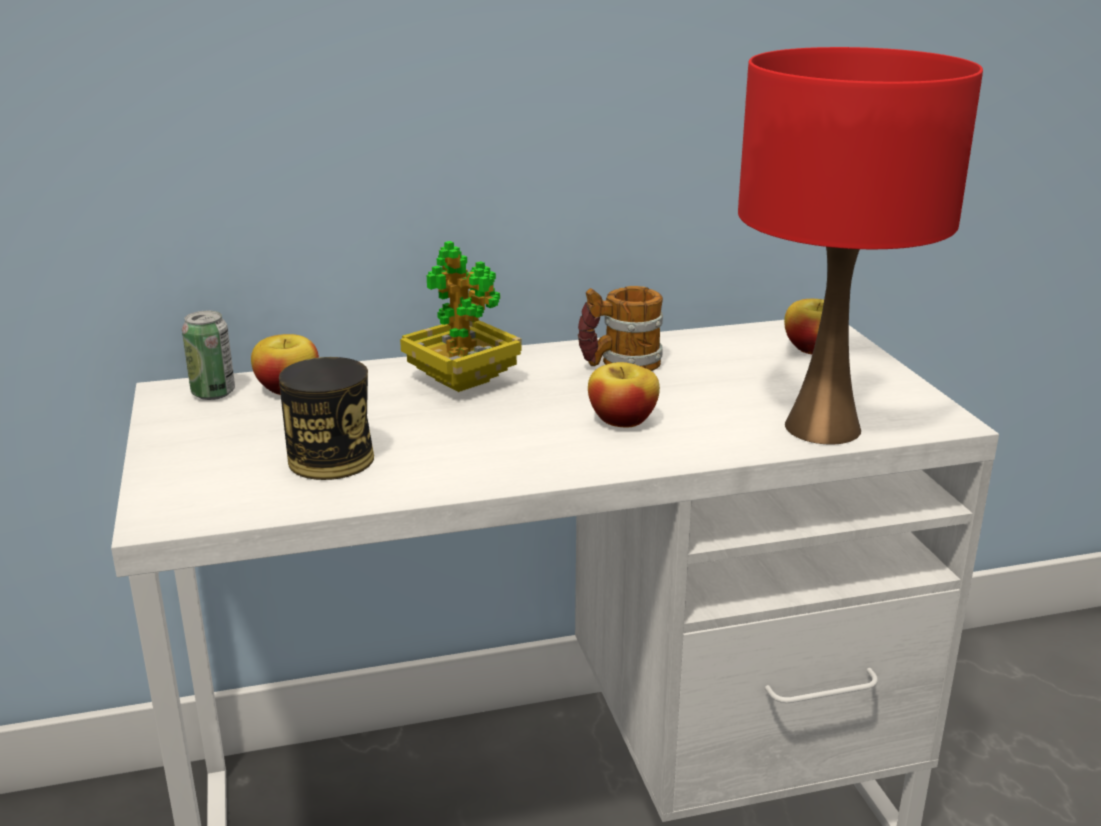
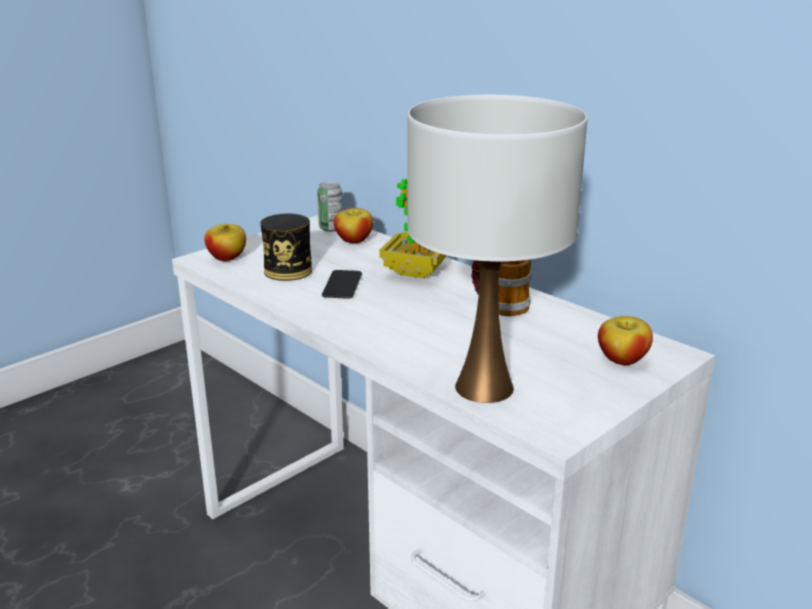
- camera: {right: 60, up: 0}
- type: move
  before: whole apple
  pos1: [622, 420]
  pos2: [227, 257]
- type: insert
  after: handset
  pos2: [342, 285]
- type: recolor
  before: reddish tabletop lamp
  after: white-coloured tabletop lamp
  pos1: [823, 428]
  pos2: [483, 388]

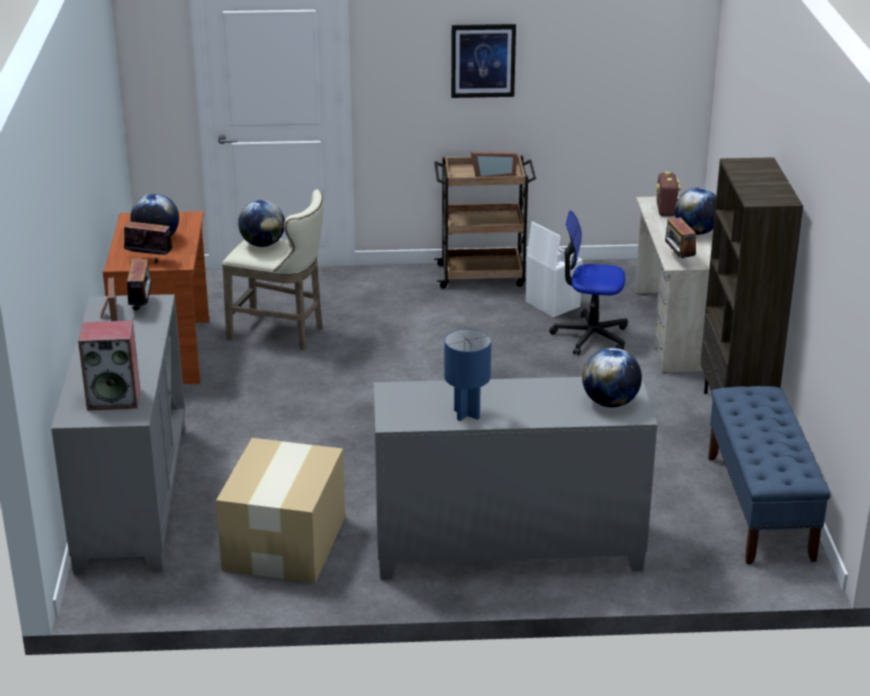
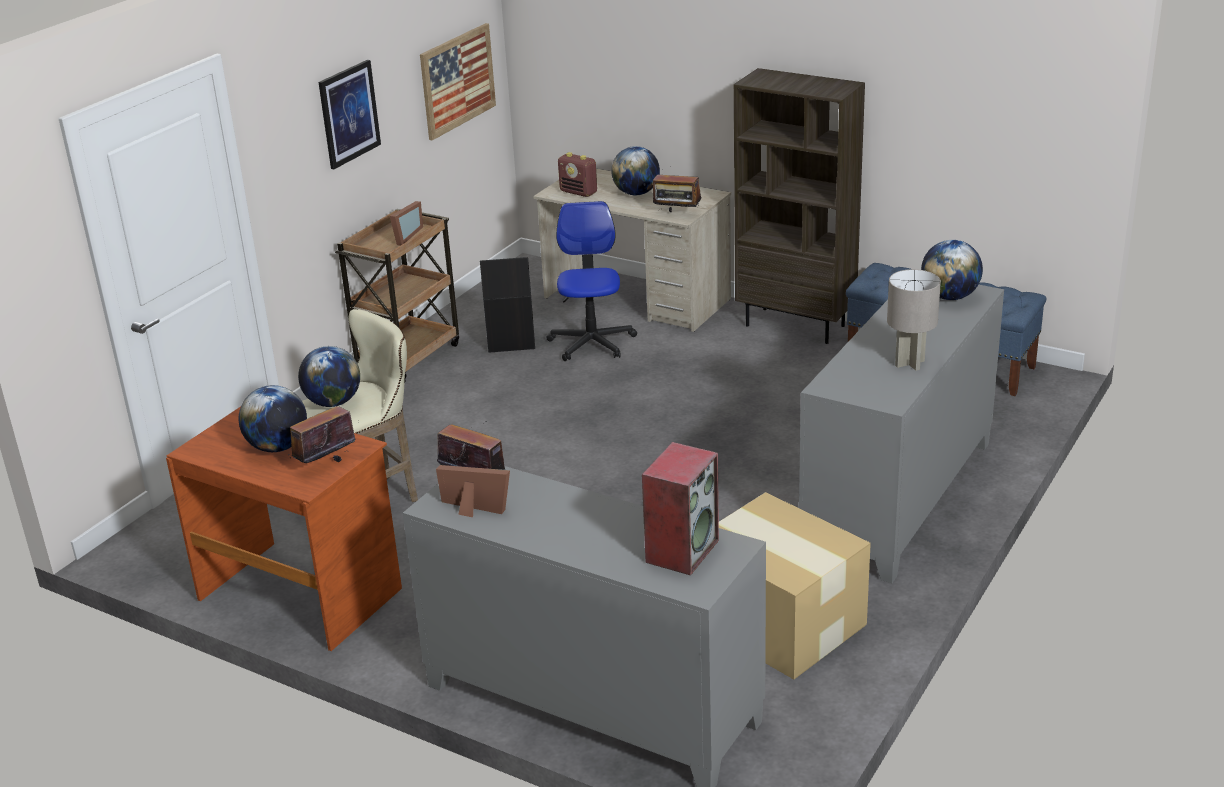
- camera: {right: -55, up: 0}
- type: insert
  after: wall art
  pos2: [457, 80]
- type: recolor
  before: white-coloured storage box
  after: black-coloured storage box
  pos1: [551, 304]
  pos2: [510, 342]
- type: rotate
  before: computer chair
  pos1: [590, 336]
  pos2: [592, 343]
  turn: 135
- type: recolor
  before: blue-coloured tabletop lamp
  after: greyish tabletop lamp
  pos1: [466, 414]
  pos2: [909, 363]

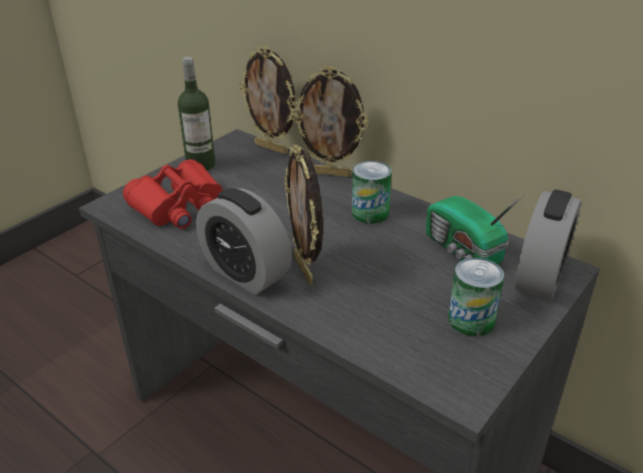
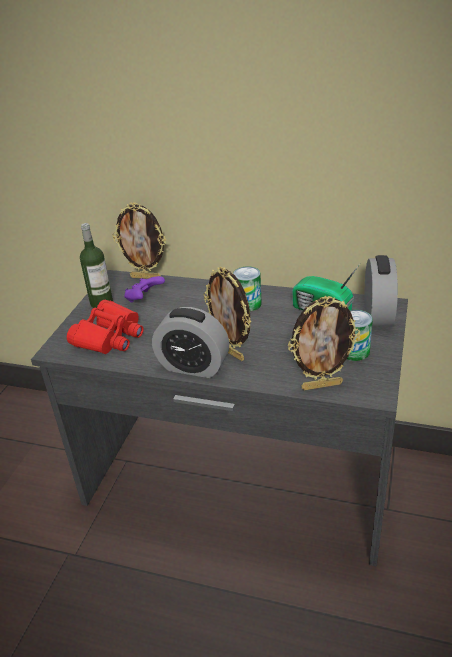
- camera: {right: -20, up: 0}
- type: insert
  after: purplish game controller
  pos2: [144, 299]
- type: move
  before: picture frame
  pos1: [330, 173]
  pos2: [321, 385]

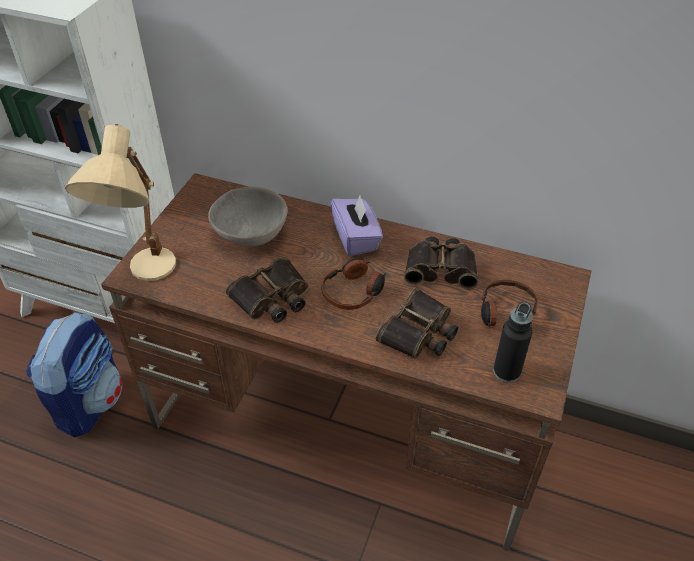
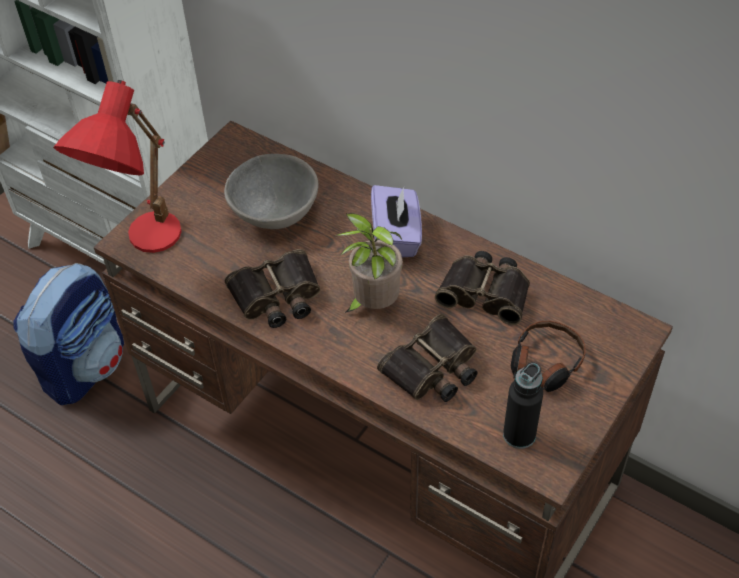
- camera: {right: 15, up: 5}
- type: recolor
  before: beige tabletop lamp
  after: reddish tabletop lamp
  pos1: [145, 276]
  pos2: [142, 246]
- type: replace
  before: headset
  after: plant in a pot
  pos1: [354, 291]
  pos2: [373, 304]

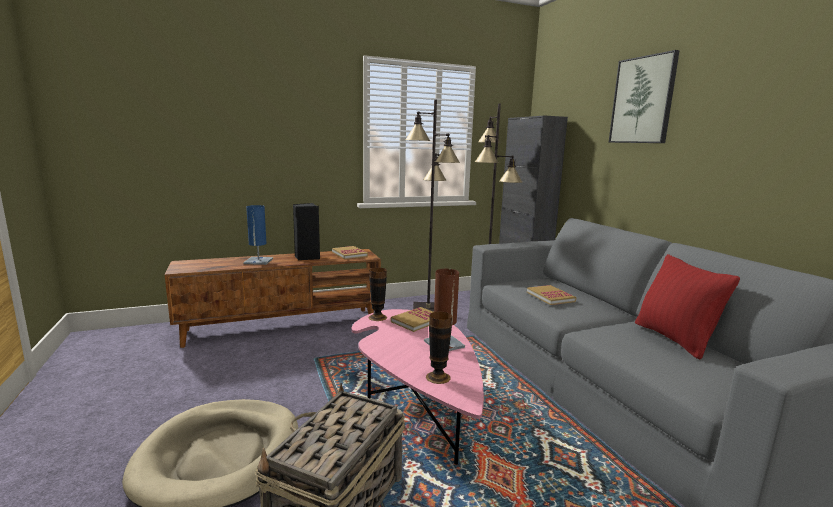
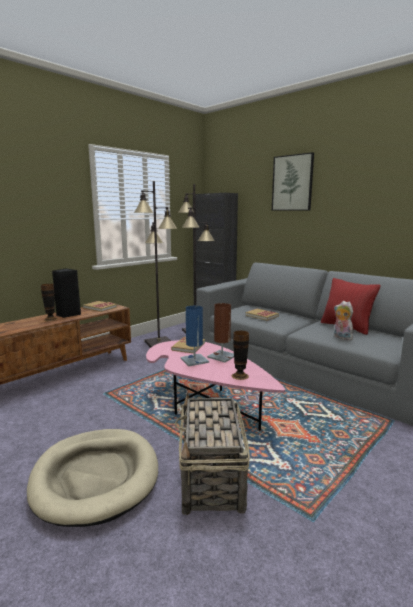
- camera: {right: -25, up: 0}
- type: move
  before: vase
  pos1: [377, 317]
  pos2: [50, 319]
- type: move
  before: blue-coloured tabletop lamp
  pos1: [258, 261]
  pos2: [194, 360]
- type: insert
  after: cuddly toy
  pos2: [341, 337]

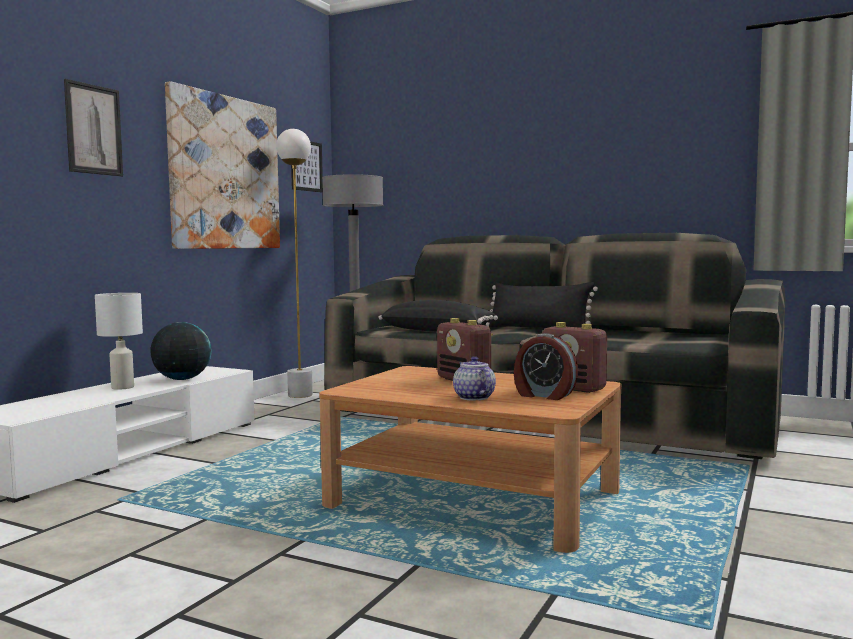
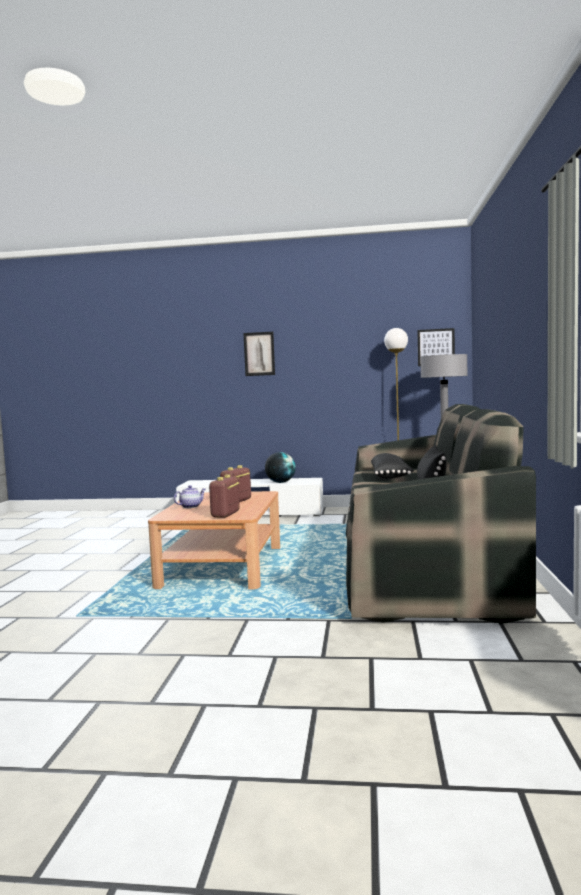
- camera: {right: 70, up: 0}
- type: delete
  before: white-coloured tabletop lamp
  pos1: [122, 387]
- type: delete
  before: wall art
  pos1: [225, 173]
- type: delete
  before: table clock
  pos1: [544, 395]

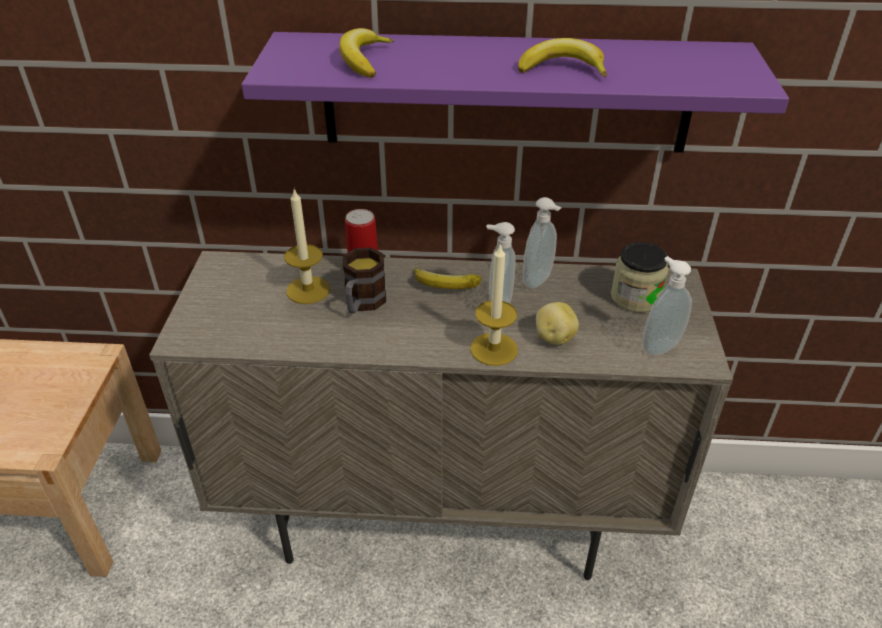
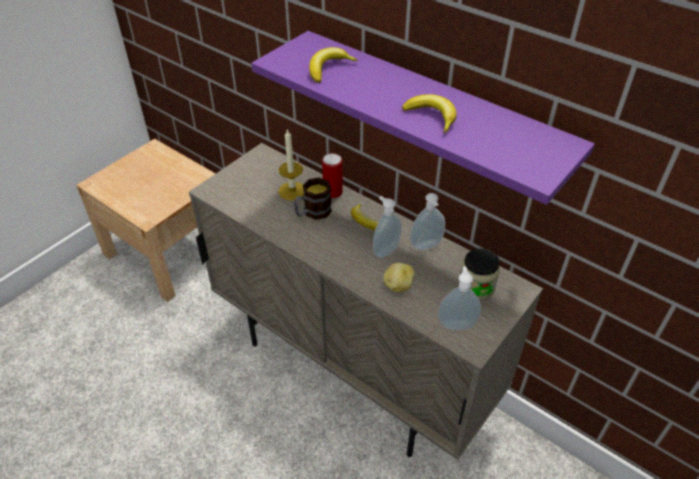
- camera: {right: 35, up: 5}
- type: delete
  before: wax candle
  pos1: [494, 349]

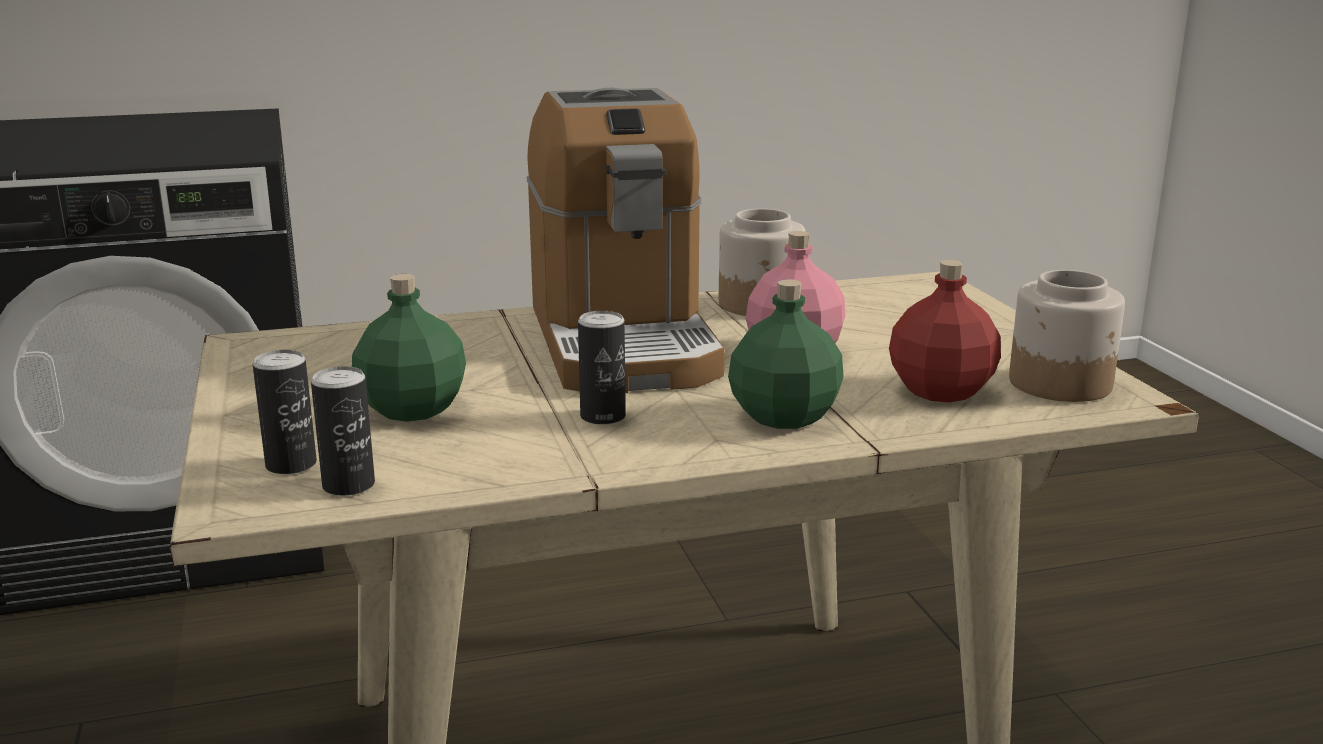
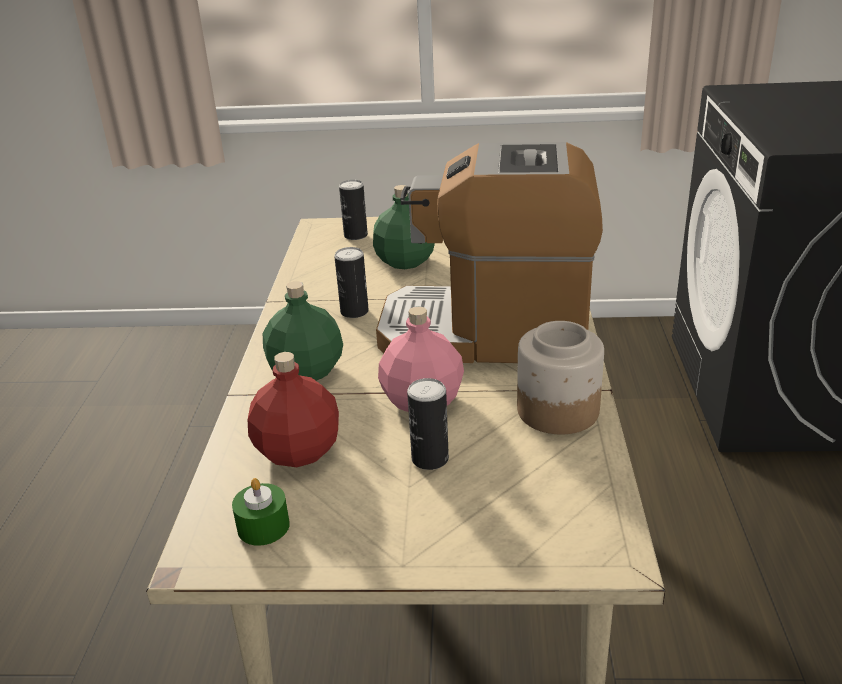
- camera: {right: 110, up: 10}
- type: replace
  before: storage jar
  after: greenish wax candle
  pos1: [1061, 384]
  pos2: [263, 526]
- type: move
  before: can
  pos1: [348, 485]
  pos2: [430, 459]

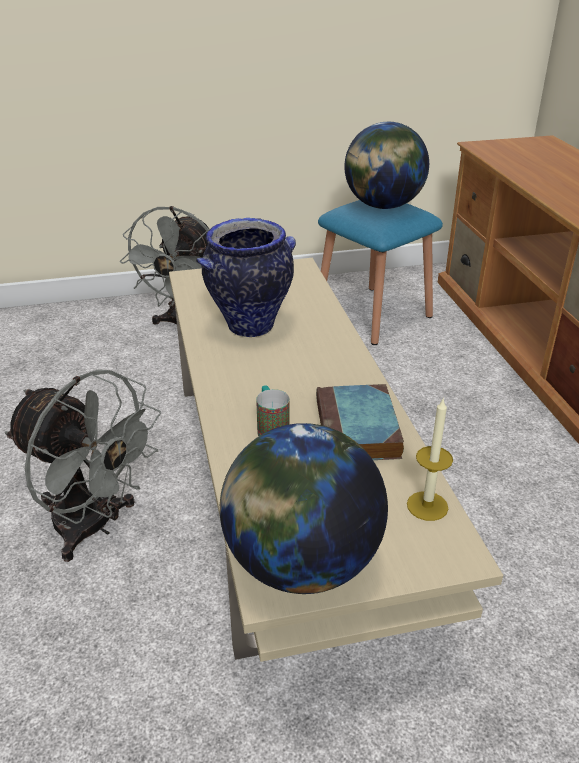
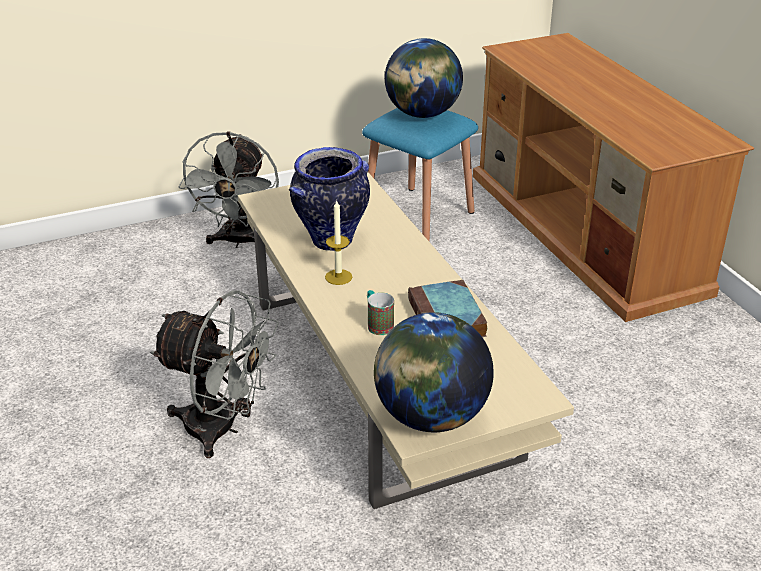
- camera: {right: -10, up: 0}
- type: move
  before: wax candle
  pos1: [427, 506]
  pos2: [338, 277]

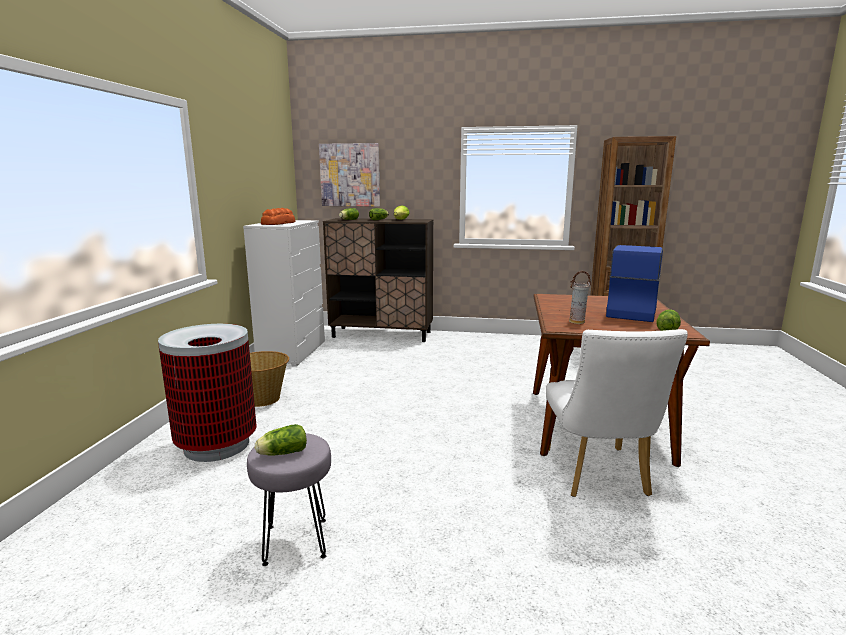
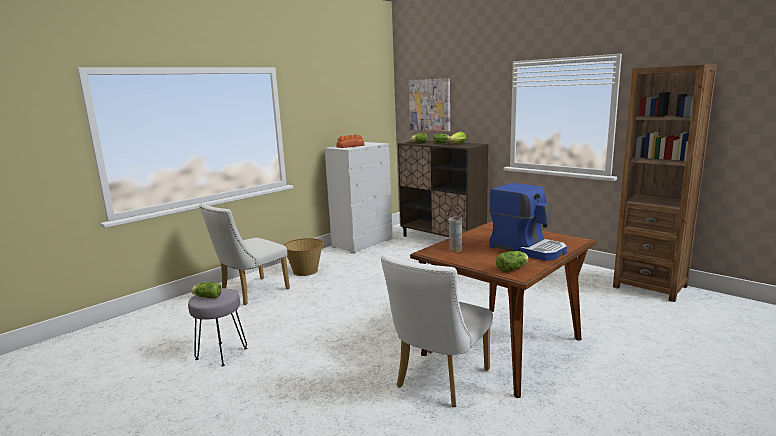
- camera: {right: 35, up: 0}
- type: replace
  before: rubbish bin
  after: white-coloured plain chair
  pos1: [216, 445]
  pos2: [250, 293]
- type: rotate
  before: coffee machine
  pos1: [631, 311]
  pos2: [528, 248]
  turn: 75

